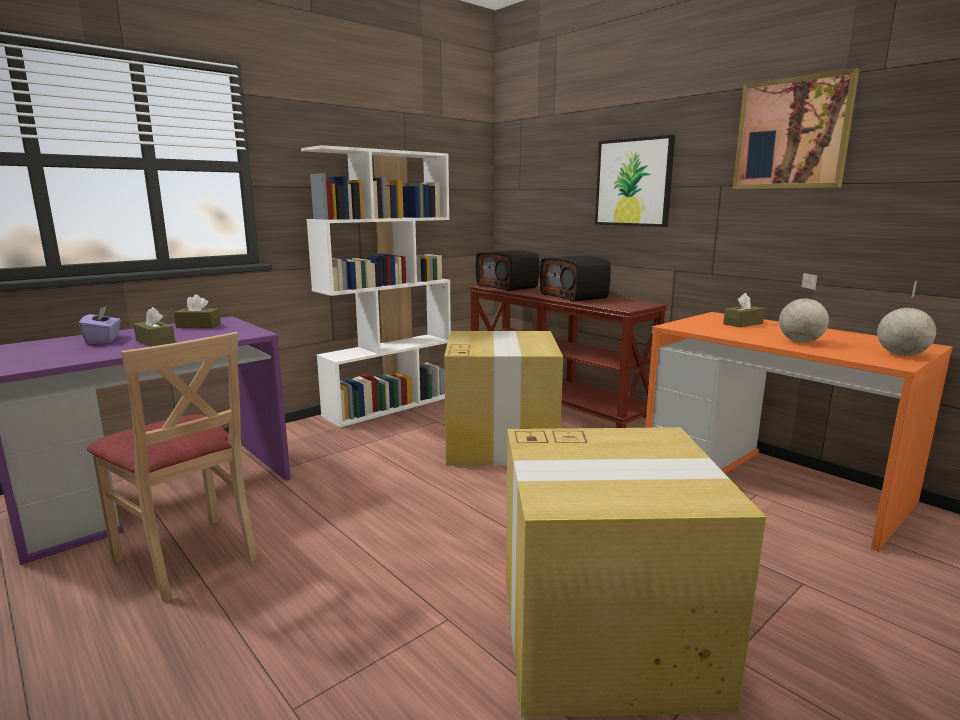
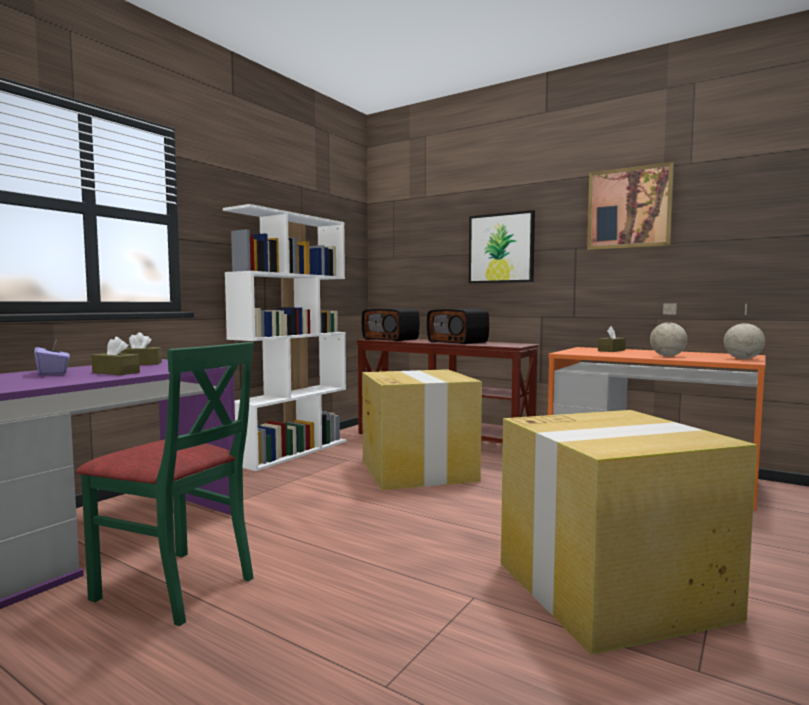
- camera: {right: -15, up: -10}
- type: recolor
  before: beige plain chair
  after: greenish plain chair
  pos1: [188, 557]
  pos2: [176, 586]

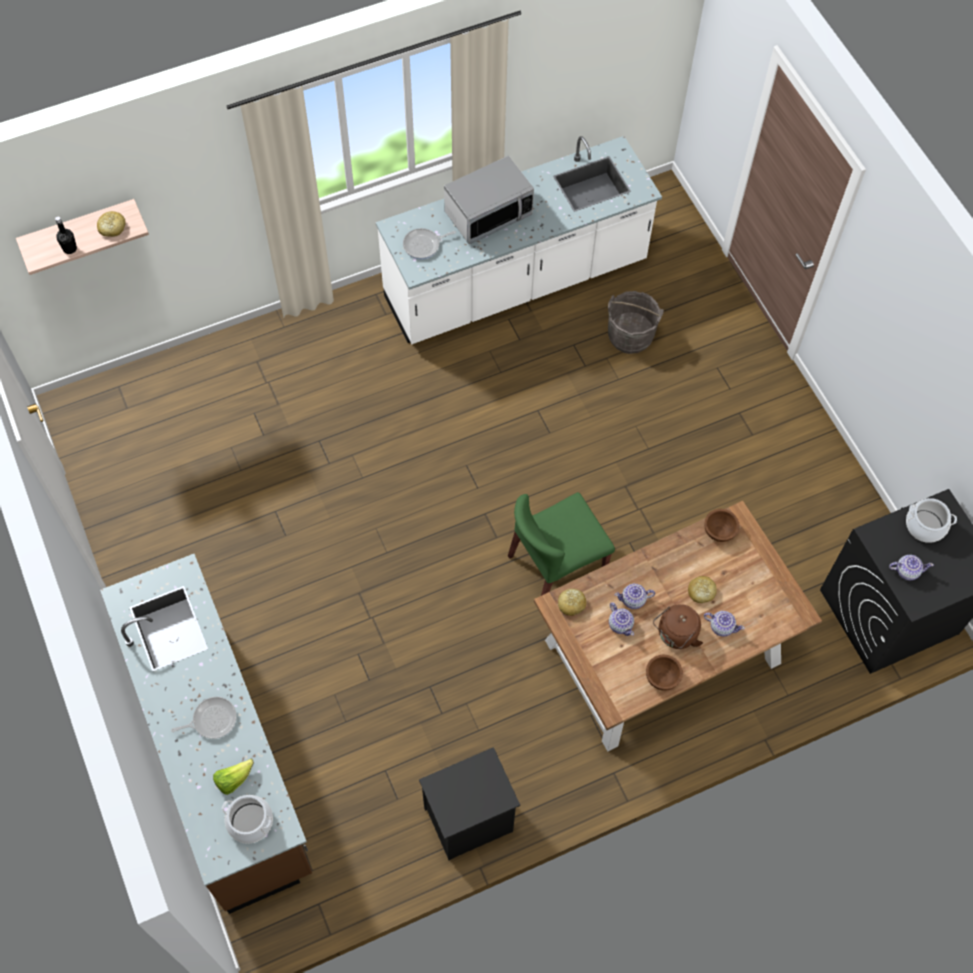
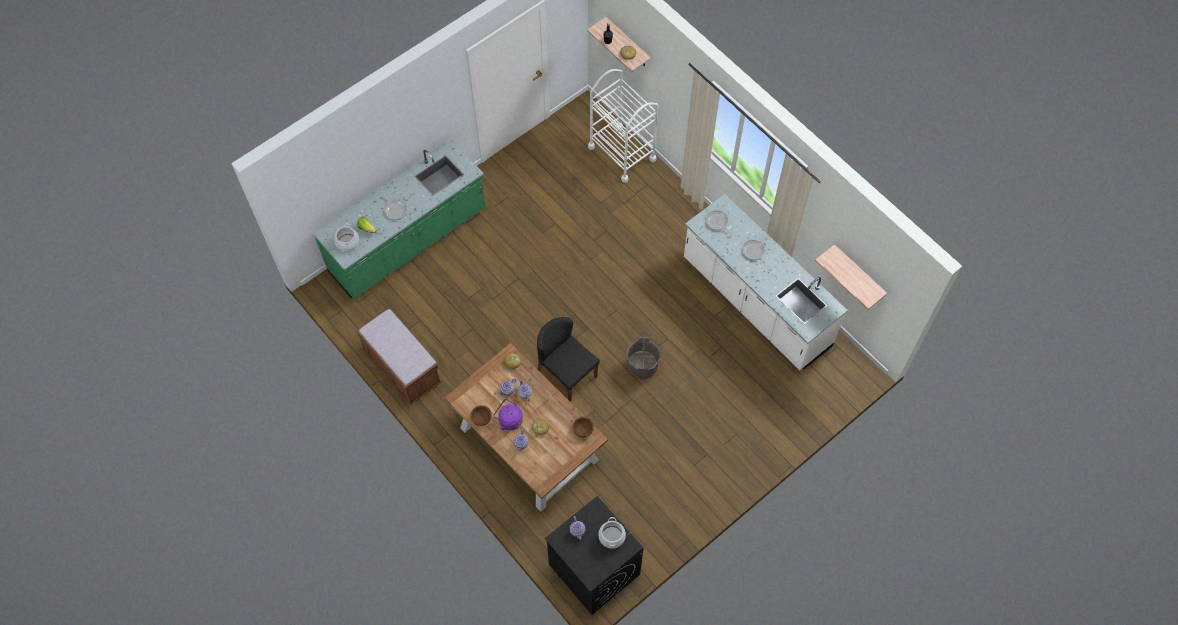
- camera: {right: 75, up: 0}
- type: recolor
  before: brown counter
  after: greenish counter
  pos1: [222, 754]
  pos2: [409, 242]
- type: replace
  before: black-coloured night table
  after: brown long seat
  pos1: [468, 821]
  pos2: [402, 368]
- type: recolor
  before: brown tea kettle
  after: purplish tea kettle
  pos1: [675, 635]
  pos2: [509, 420]
- type: recolor
  before: greenish plain chair
  after: black-coloured plain chair
  pos1: [556, 565]
  pos2: [566, 374]
- type: insert
  after: white-coloured cart
  pos2: [622, 153]
- type: move
  before: greyish water bucket
  pos1: [630, 336]
  pos2: [642, 366]
- type: replace
  before: microwave
  after: frying pan
  pos1: [488, 214]
  pos2: [754, 250]
- type: insert
  after: wall shelf
  pos2: [858, 274]

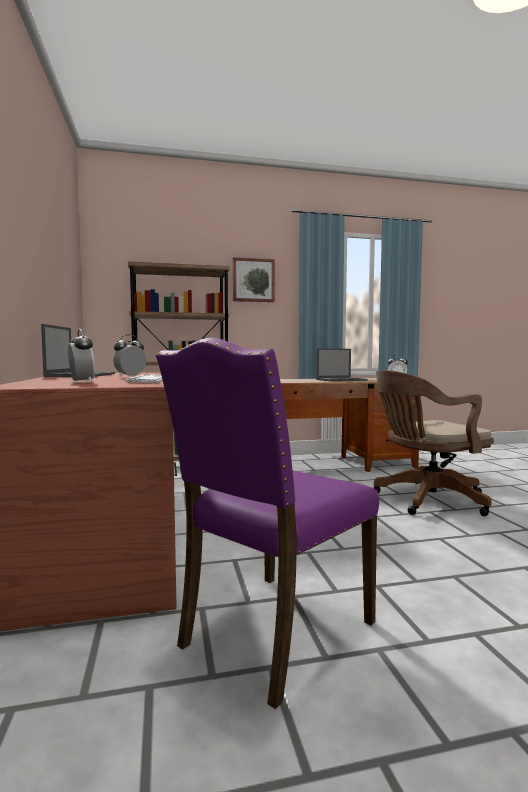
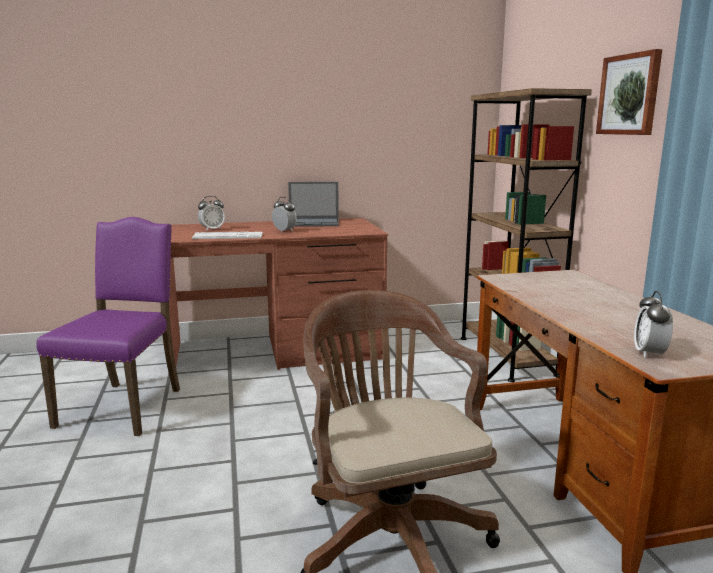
- camera: {right: 90, up: 10}
- type: rotate
  before: purplish plain chair
  pos1: [272, 633]
  pos2: [124, 406]
  turn: 60
- type: delete
  before: portable computer
  pos1: [342, 380]

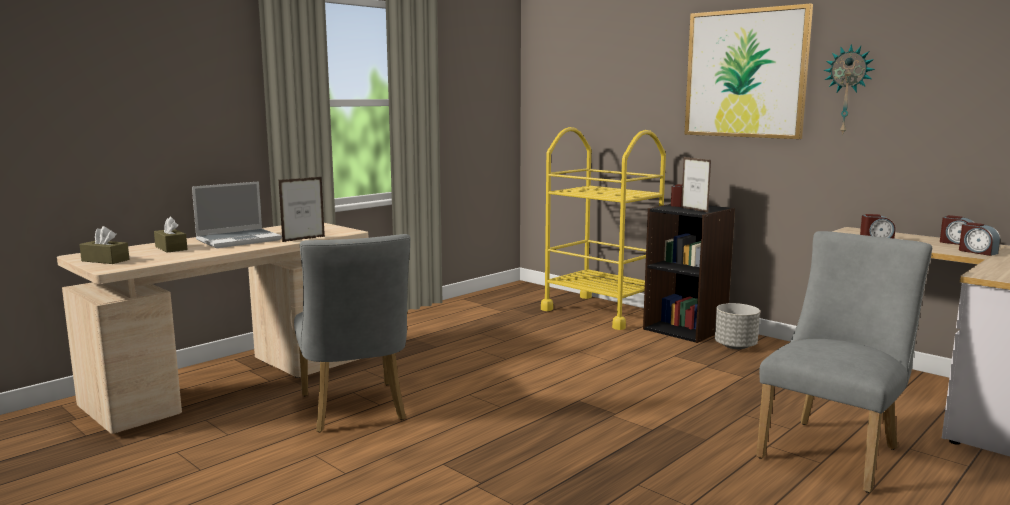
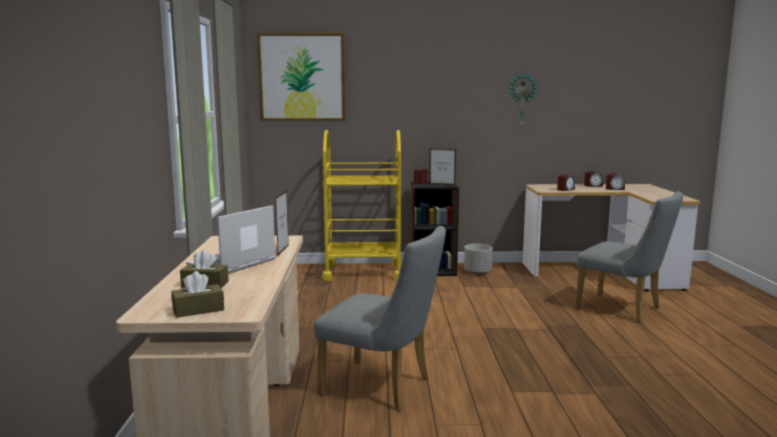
- camera: {right: -45, up: 0}
- type: rotate
  before: portable computer
  pos1: [239, 240]
  pos2: [232, 263]
  turn: -150
- type: move
  before: wall art
  pos1: [745, 74]
  pos2: [302, 77]
- type: rotate
  before: greyish plain chair
  pos1: [834, 450]
  pos2: [624, 309]
  turn: 135

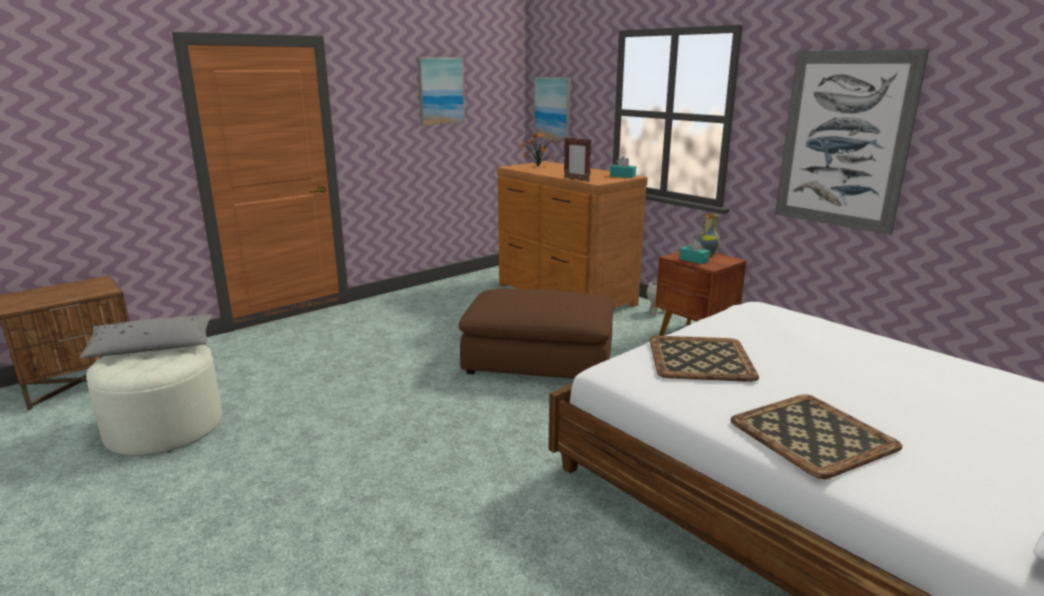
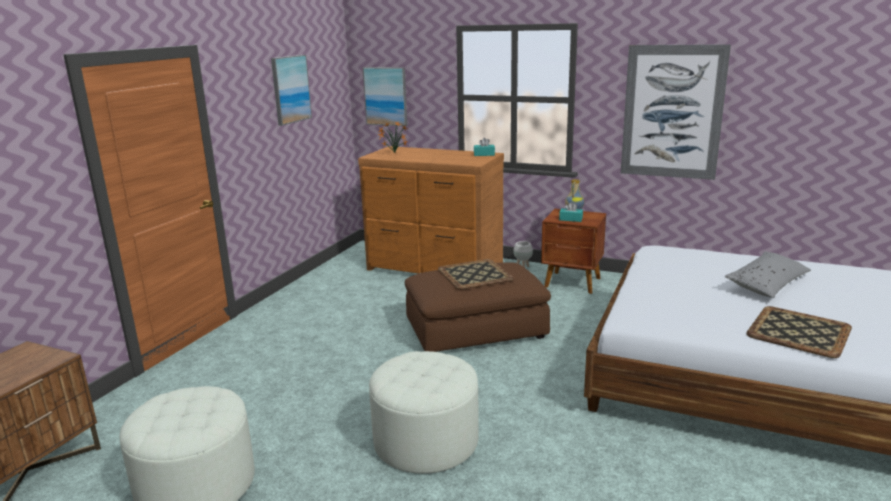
- camera: {right: -25, up: 0}
- type: insert
  after: white-coloured pouffe
  pos2: [426, 441]
- type: move
  before: serving tray
  pos1: [699, 359]
  pos2: [474, 275]
- type: move
  before: greyish throw pillow
  pos1: [152, 347]
  pos2: [767, 284]
- type: delete
  before: picture frame
  pos1: [576, 180]

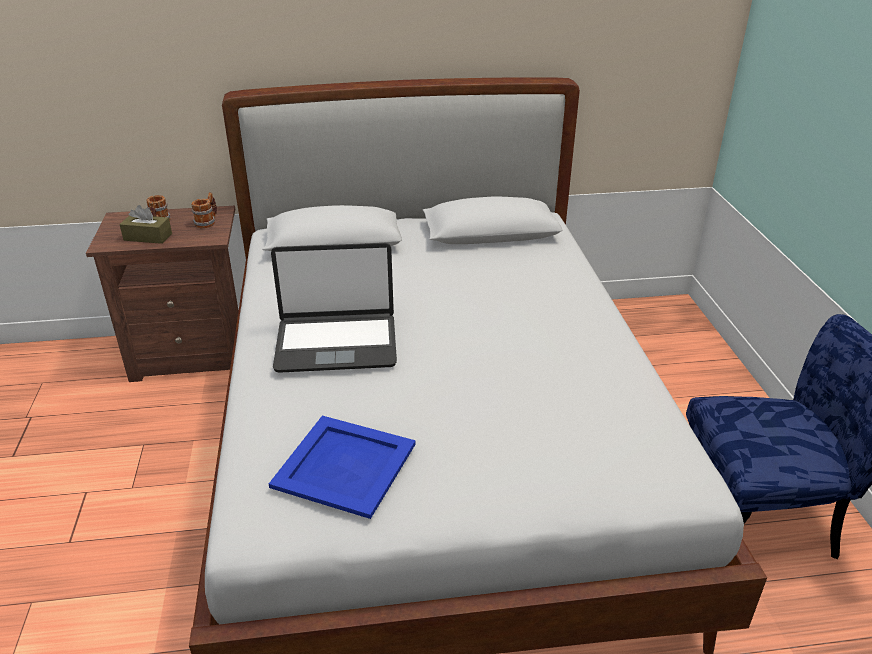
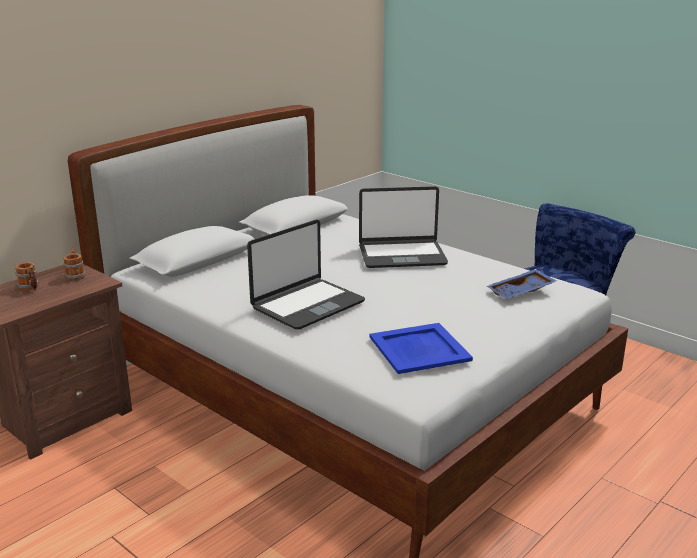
- camera: {right: -40, up: -10}
- type: insert
  after: portable computer
  pos2: [402, 255]
- type: insert
  after: blue-coloured serving tray
  pos2: [521, 292]
- type: delete
  before: brown box of tissues
  pos1: [148, 237]

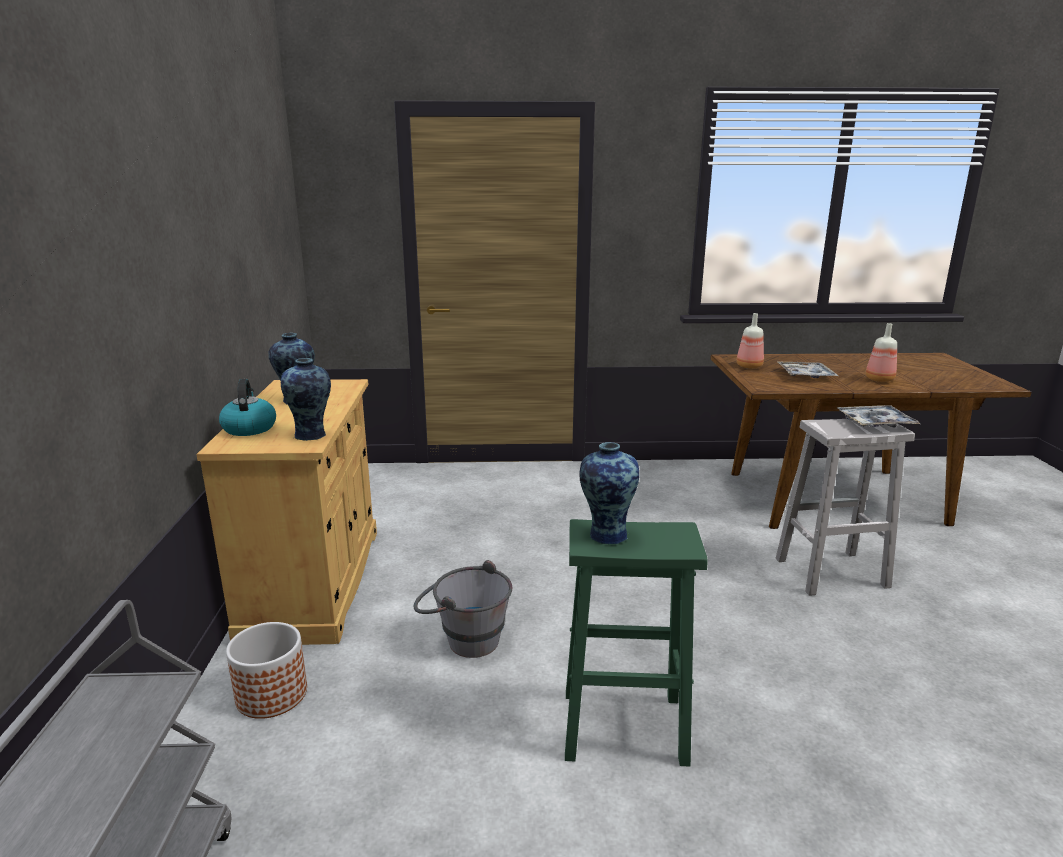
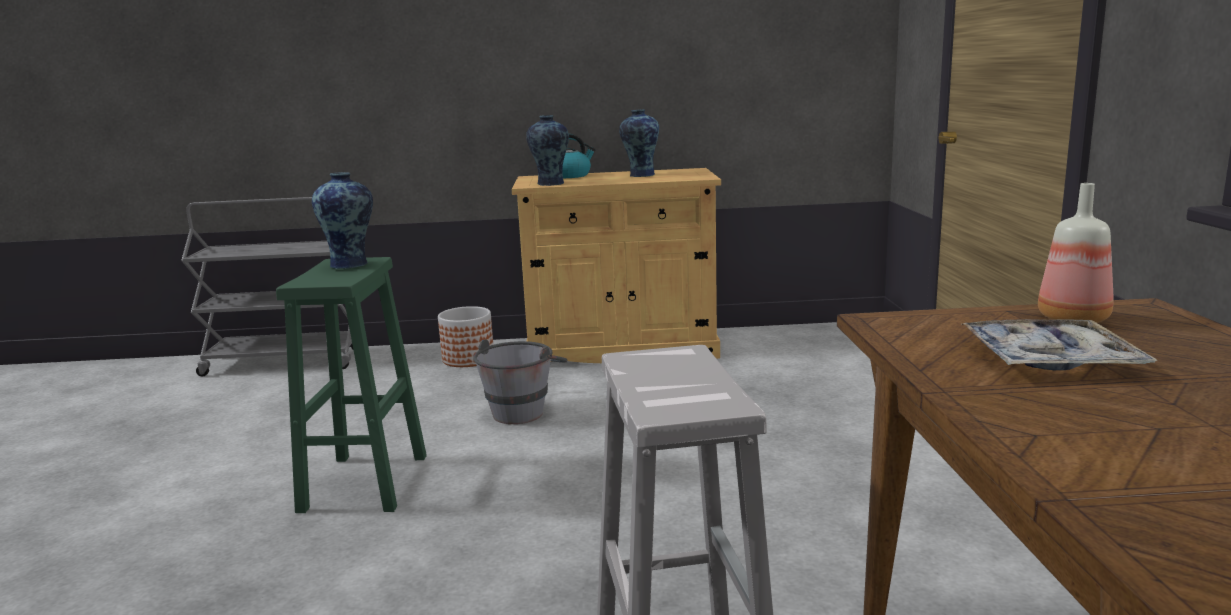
- camera: {right: 90, up: -5}
- type: delete
  before: serving tray
  pos1: [875, 423]
- type: delete
  before: beverage bottle
  pos1: [878, 379]

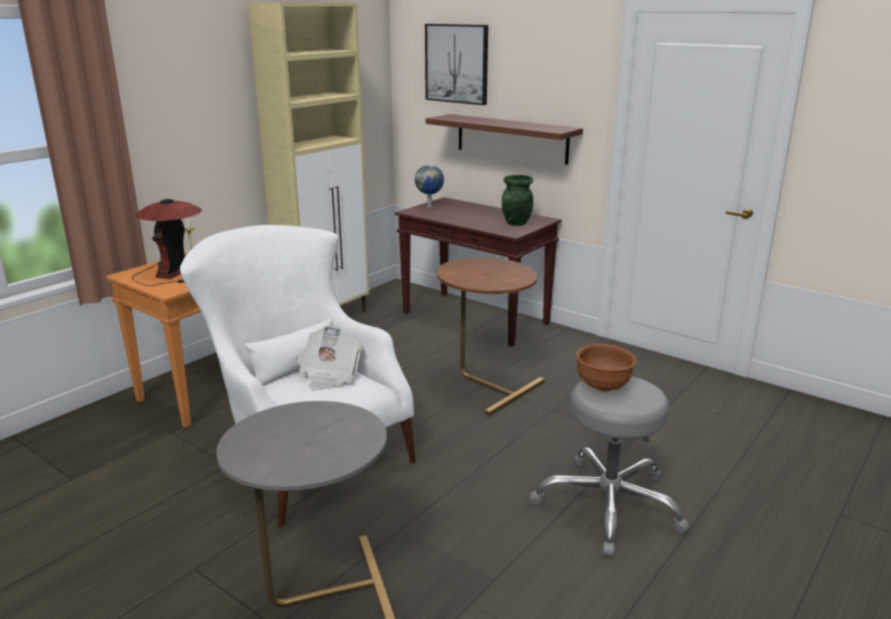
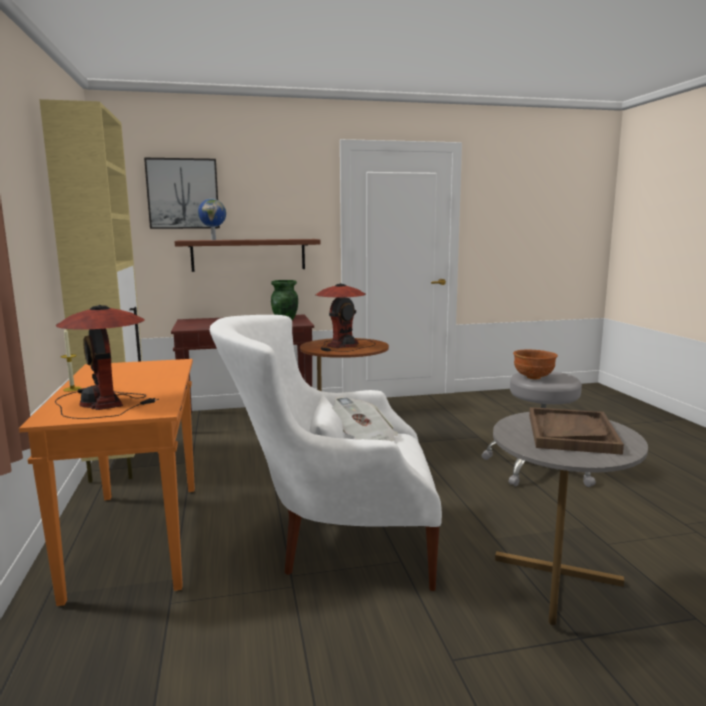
- camera: {right: -50, up: -10}
- type: move
  before: globe
  pos1: [430, 207]
  pos2: [213, 240]
- type: insert
  after: tabletop lamp
  pos2: [344, 344]
- type: insert
  after: brown serving tray
  pos2: [571, 433]

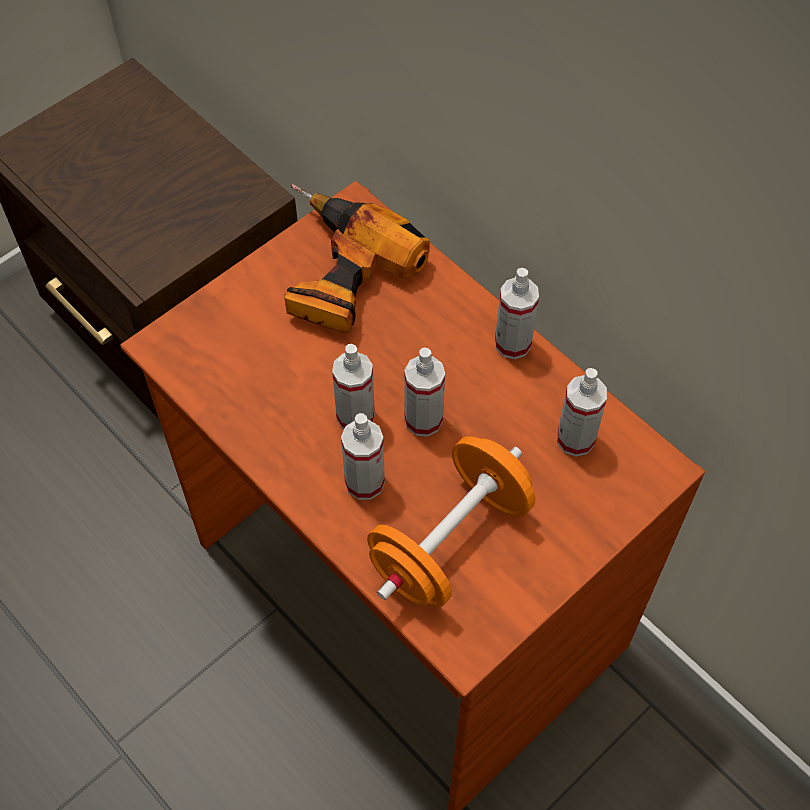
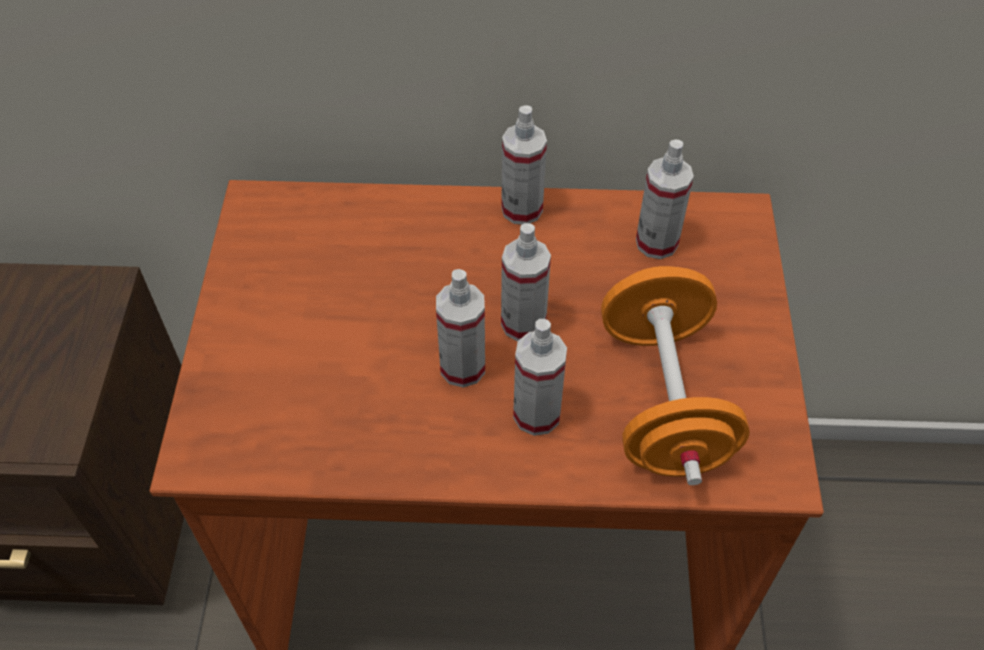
- camera: {right: -45, up: -5}
- type: delete
  before: power drill
  pos1: [337, 273]

